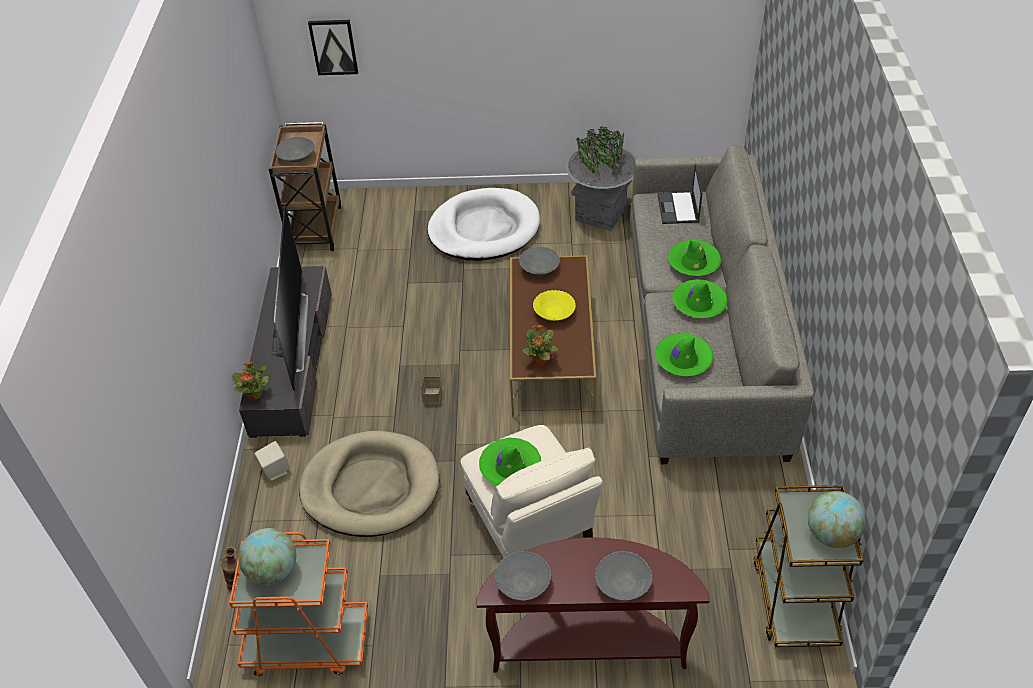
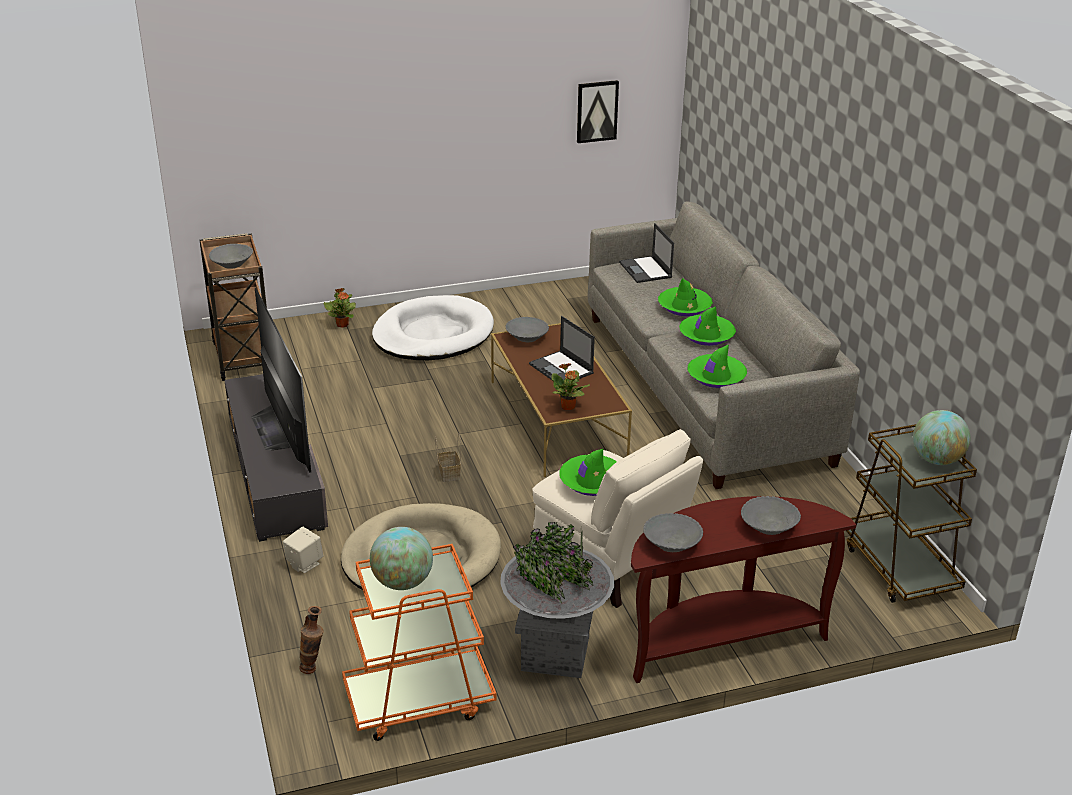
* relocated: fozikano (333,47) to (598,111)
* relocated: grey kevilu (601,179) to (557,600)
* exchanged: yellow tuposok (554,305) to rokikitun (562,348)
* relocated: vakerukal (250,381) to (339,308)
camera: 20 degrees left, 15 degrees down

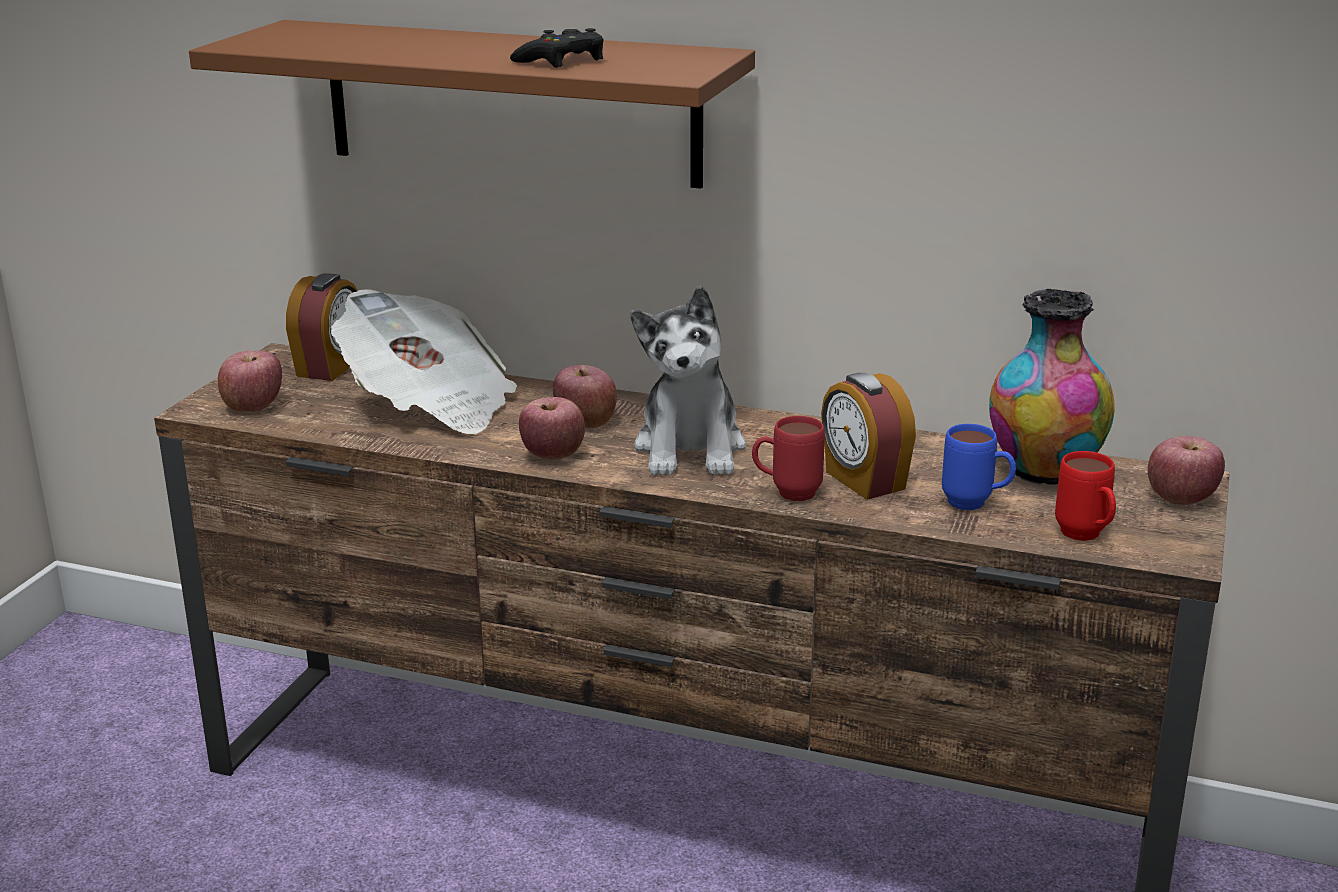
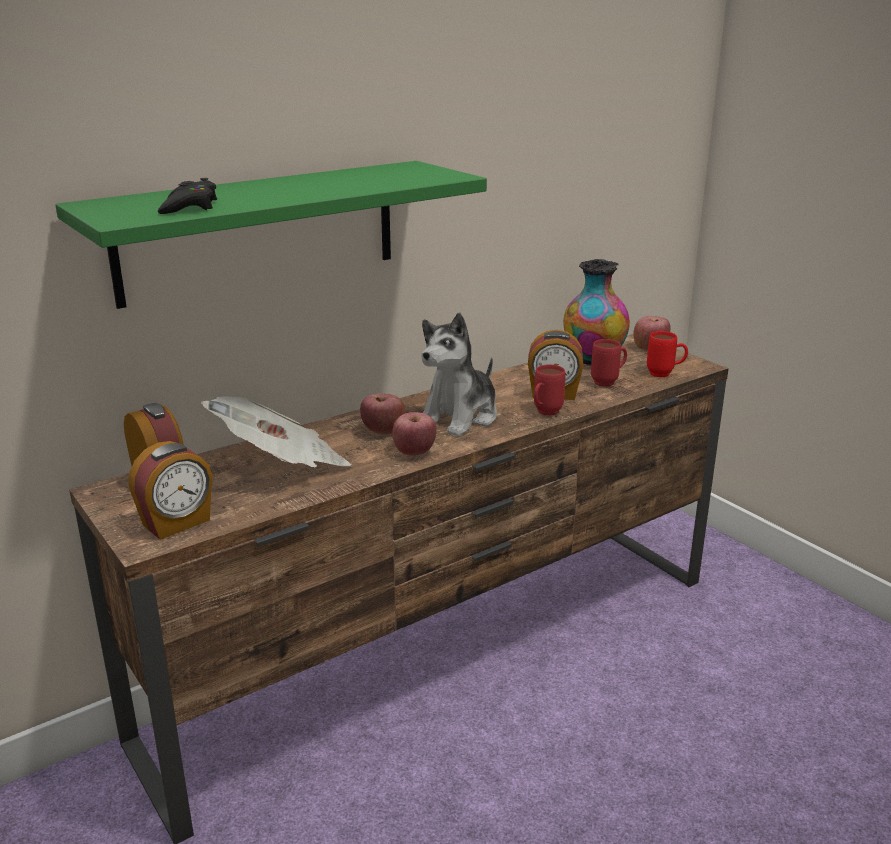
* colour: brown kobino (472,104) to green kobino (271,235)
* relocated: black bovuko (557,48) to (187,196)
* spun: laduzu (688,380) = (459,374) 90 degrees clockwise
* exchanged: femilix (250,381) to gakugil (170,490)
* colour: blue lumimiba (979,467) to red lumimiba (609,363)
camera: 55 degrees left, 0 degrees up

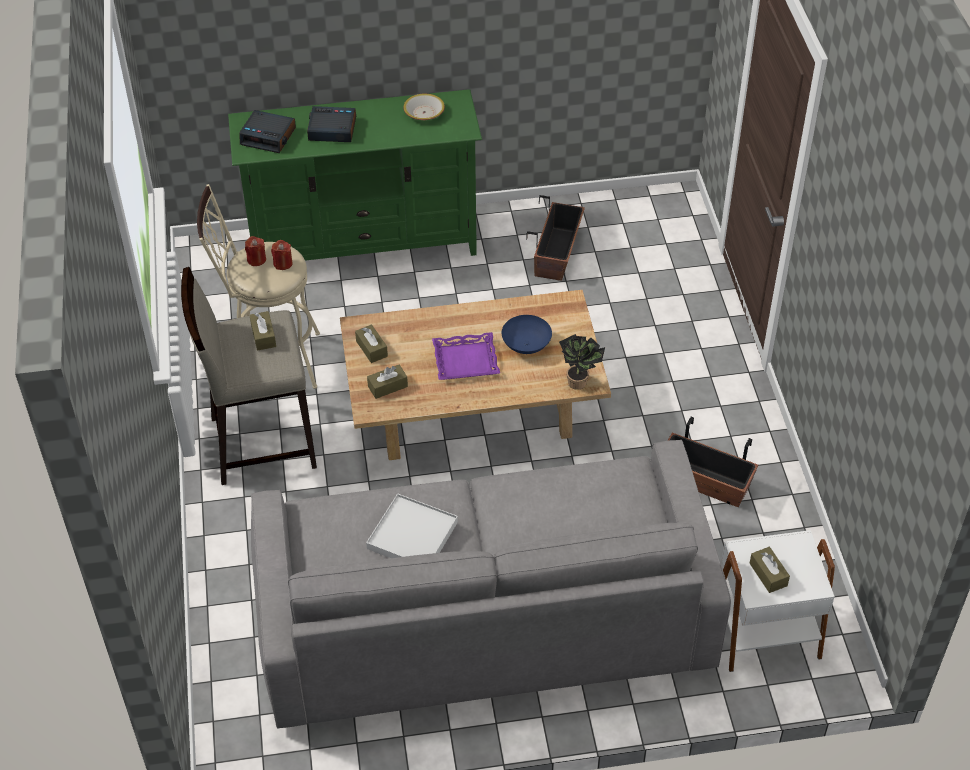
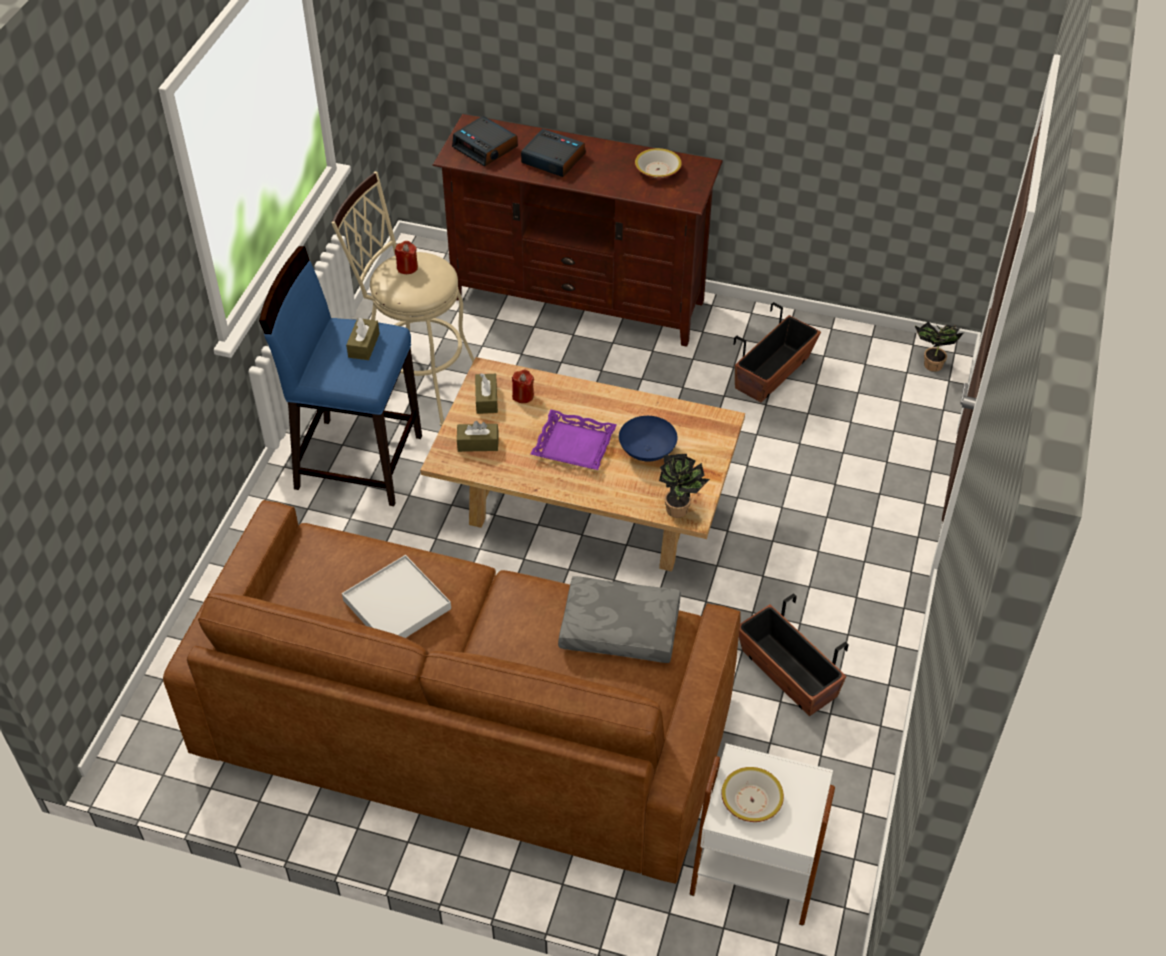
* colour: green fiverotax (355,175) to brown fiverotax (577,230)
* relocated: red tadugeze (282,255) to (523,386)
* colour: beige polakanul (249,376) to blue polakanul (340,376)
* colour: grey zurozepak (491,584) to brown zurozepak (452,692)
* exchanged: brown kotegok (769,570) to tuposok (752,794)
* appeared: vakerukal (939,347)
* appeared: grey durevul (619,619)
camera: 25 degrees right, 0 degrees up

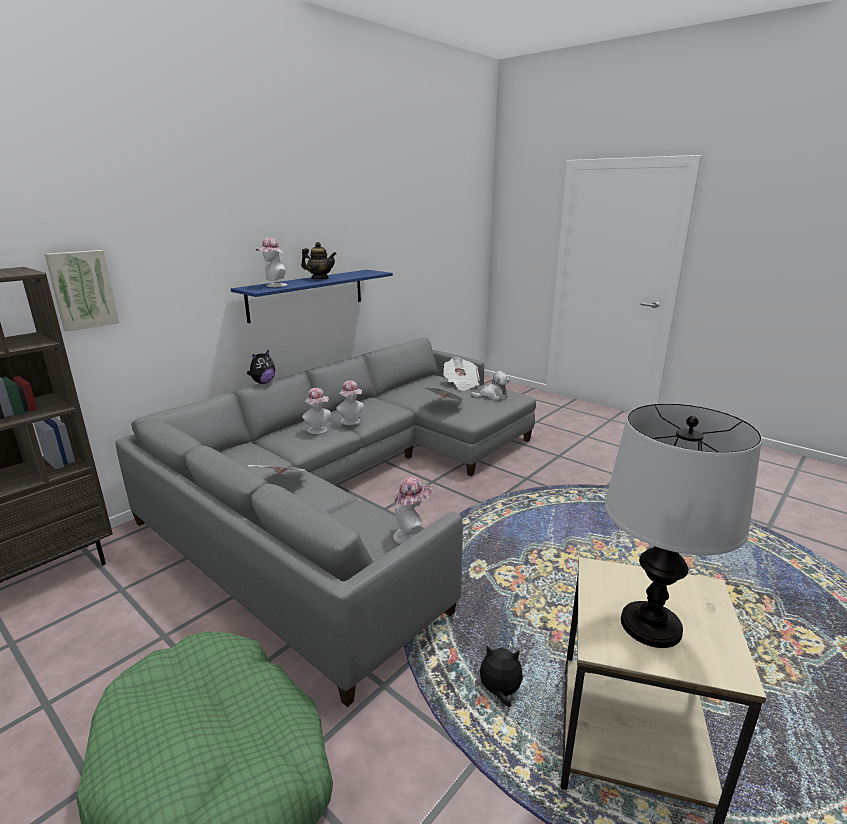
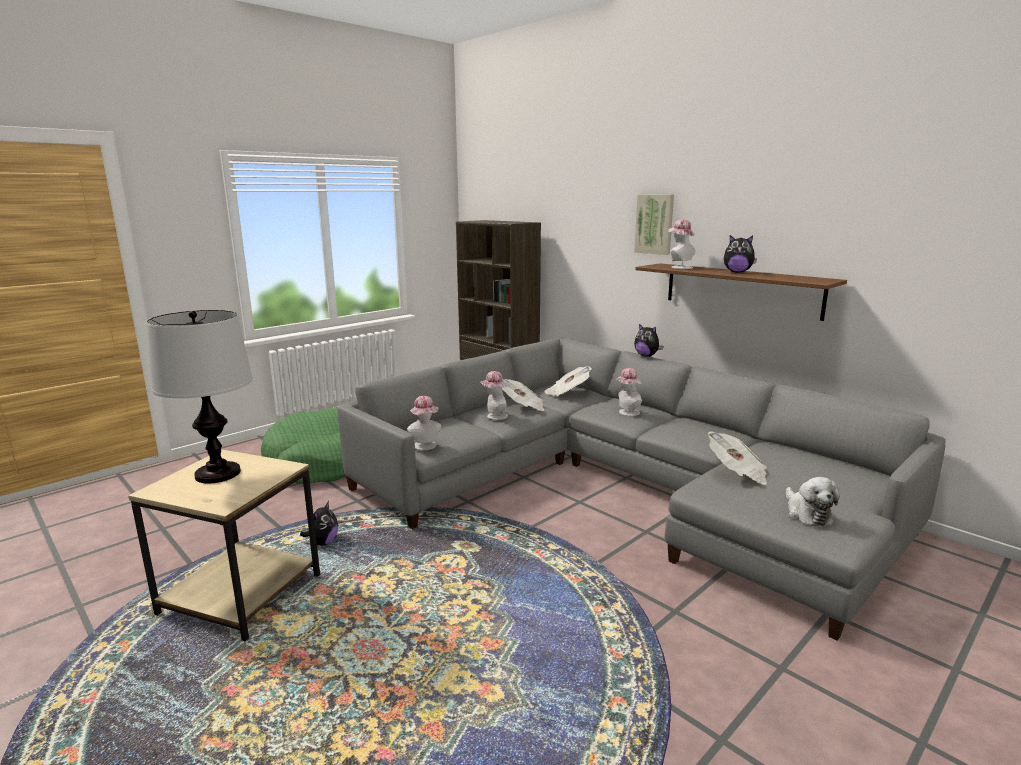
* exchanged: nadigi (318,260) to laduzu (740,254)
* relocated: fozikano (82,291) to (654,225)
* colour: blue kobino (312,296) to brown kobino (741,292)
* relocated: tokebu (461,374) to (568,381)
* relocated: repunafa (350,402) to (494,395)
camera: 95 degrees right, 5 degrees down

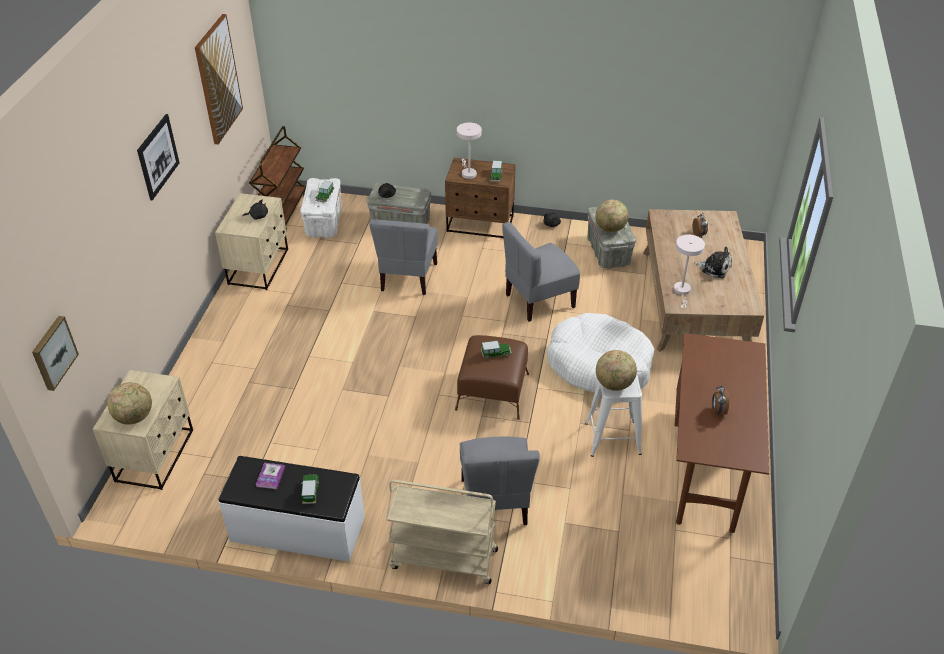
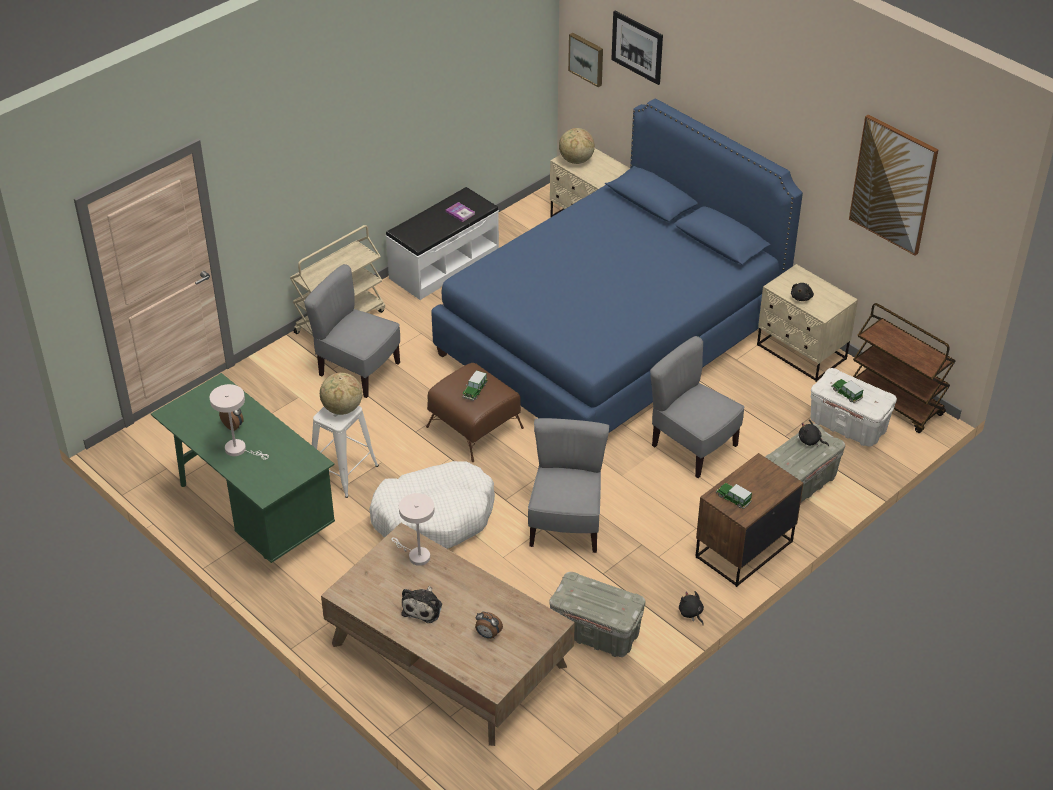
* relocated: fozikano (158,157) to (637,48)
* relocated: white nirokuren (469,150) to (239,422)
* missing: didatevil (611,216)
* spun: laduzu (713,262) = (421,604) 45 degrees counterclockwise
* colour: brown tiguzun (721,433) to green tiguzun (243,468)
* missing: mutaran (310,489)
* appeared: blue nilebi (617,266)
camera: 125 degrees right, 0 degrees up

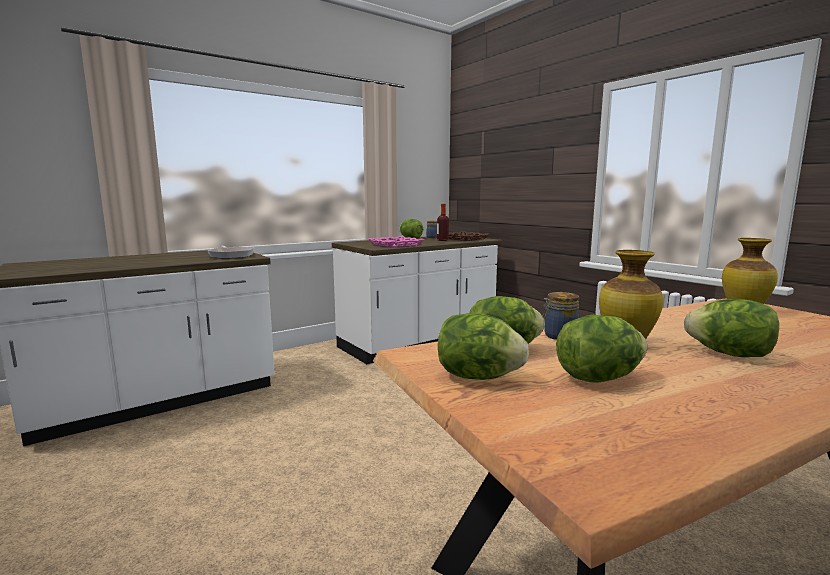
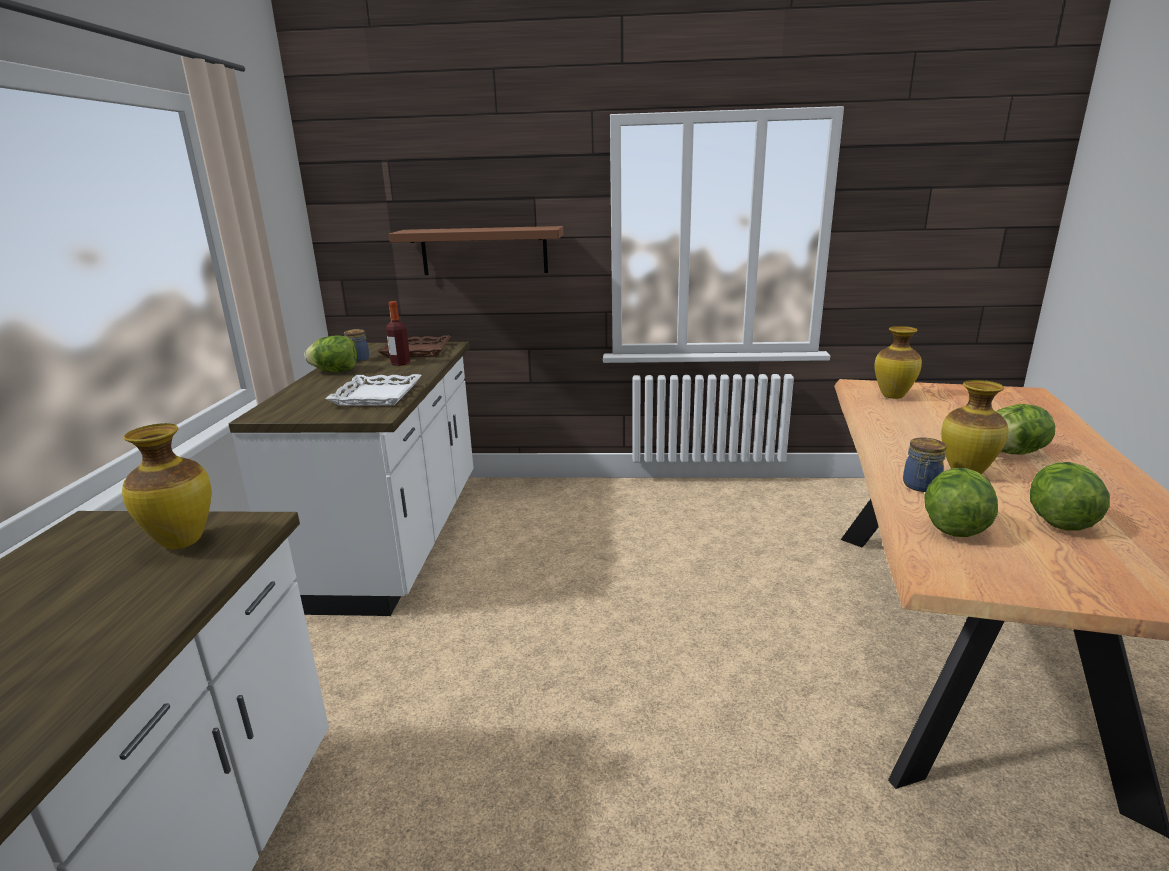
* colour: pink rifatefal (396,241) to white rifatefal (373,390)
* exchanged: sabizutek (231,252) to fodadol (166,486)
* missing: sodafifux (483,346)
* appeared: brown kobino (476,250)
camera: 50 degrees left, 10 degrees up

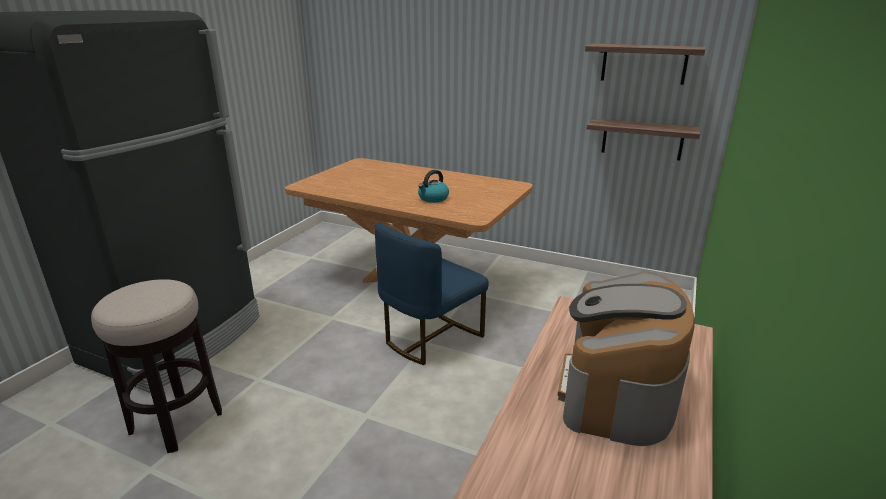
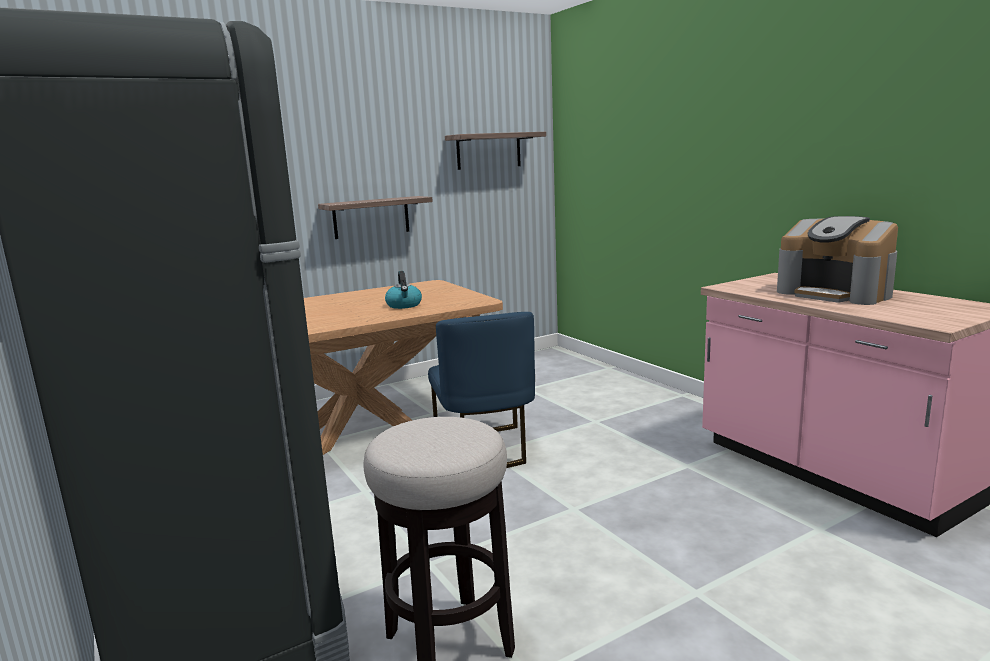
* relocated: kobino (643,139) to (375,217)
camera: 55 degrees left, 10 degrees down

